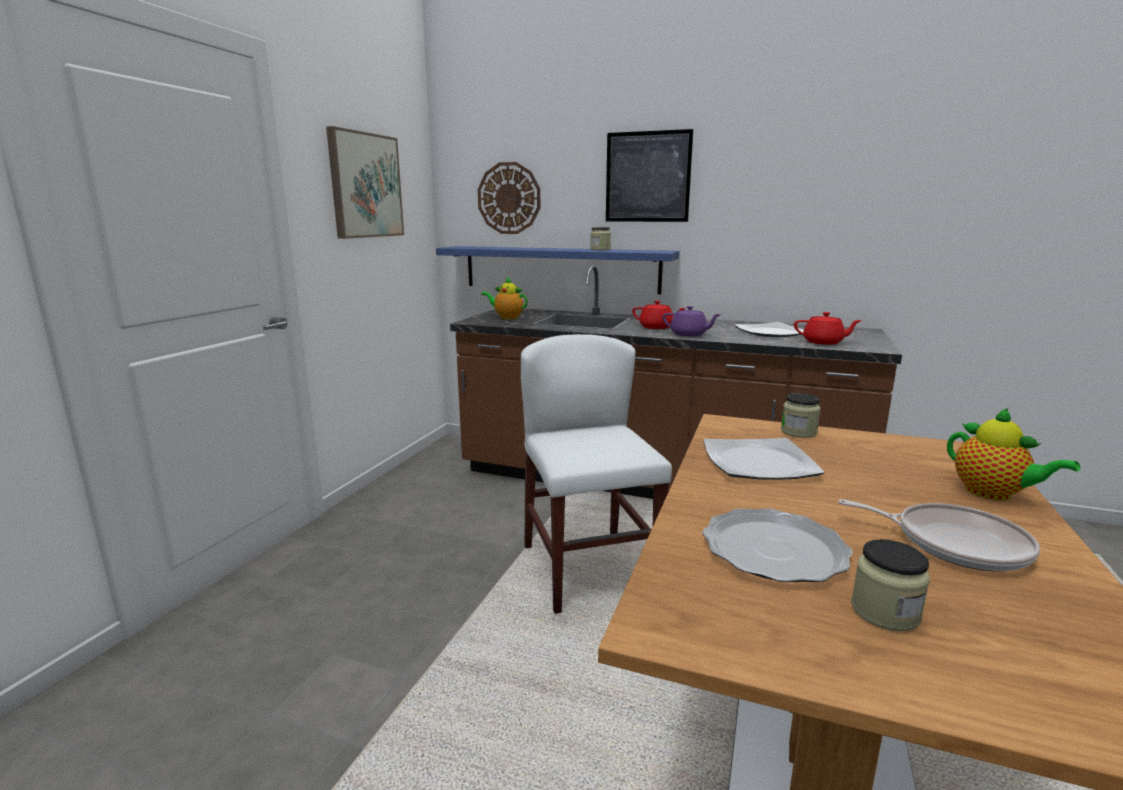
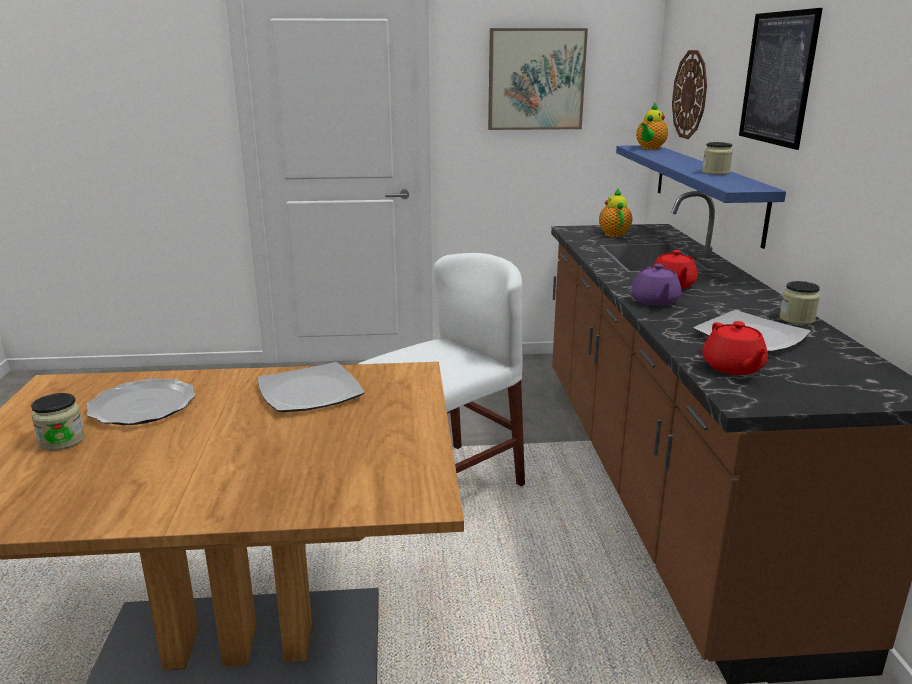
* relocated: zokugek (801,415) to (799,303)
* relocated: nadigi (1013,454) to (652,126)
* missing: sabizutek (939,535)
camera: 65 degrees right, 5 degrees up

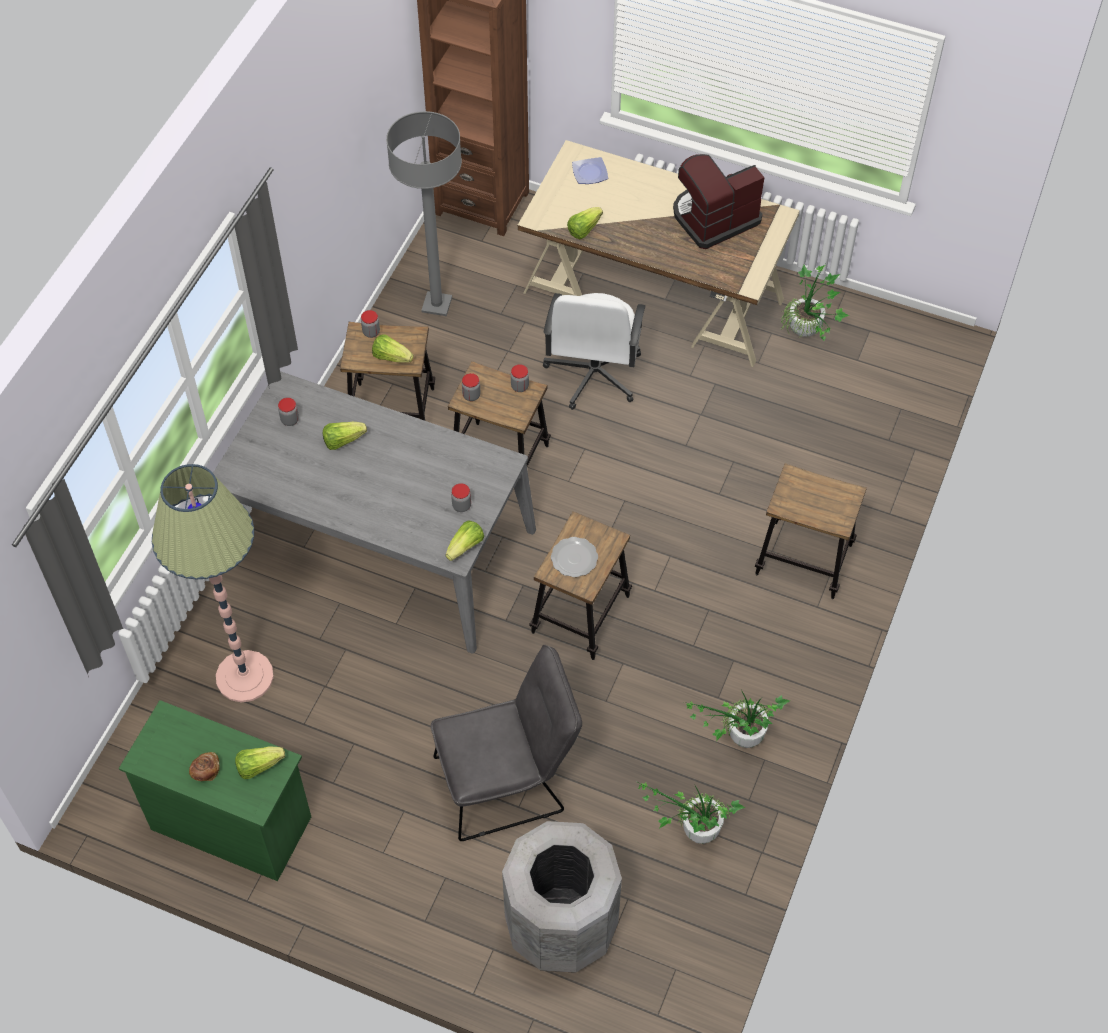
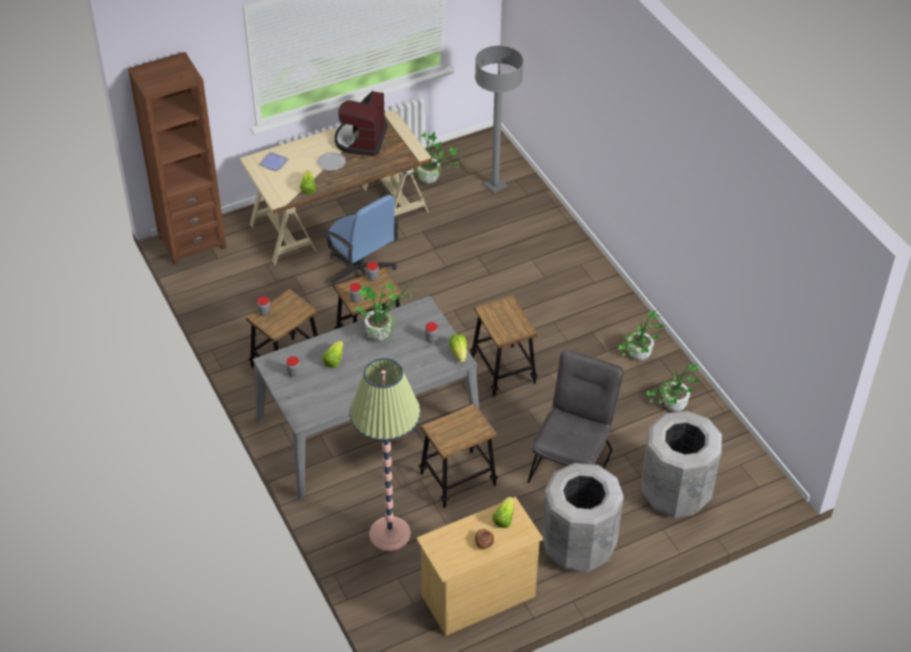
* relocated: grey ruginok (424,213) to (499,119)
* colour: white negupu (594,351) to blue negupu (361,241)
* missing: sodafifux (393,349)
* relocated: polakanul (811,531) to (458,455)
* relocated: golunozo (574,557) to (331,161)
* colour: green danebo (215,790) to beige danebo (479,566)
* appeared: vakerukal (386,311)
* appeared: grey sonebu (582,518)
camera: 50 degrees left, 10 degrees down

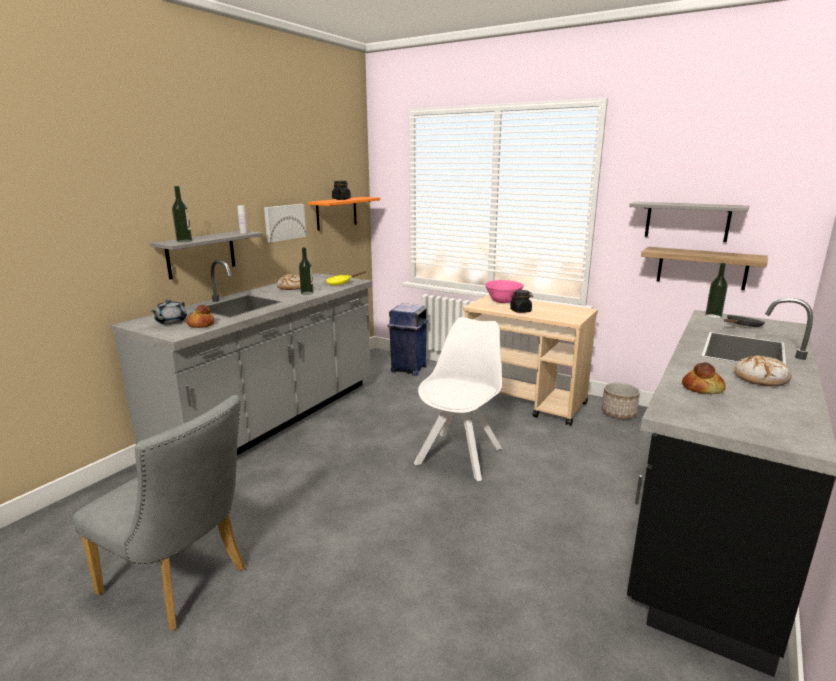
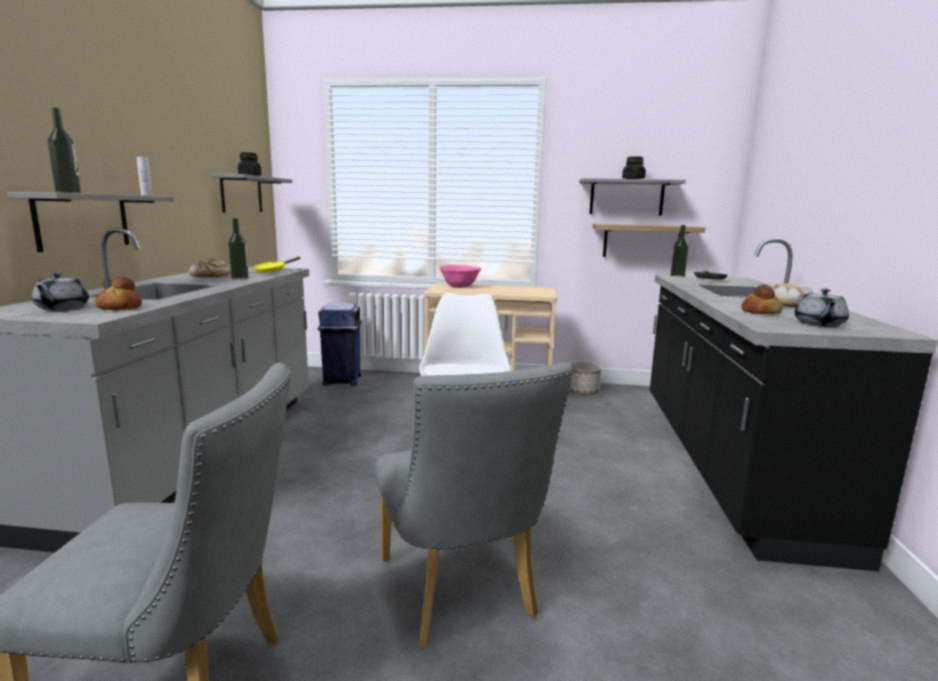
* colour: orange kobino (344,214) to grey kobino (252,193)
* missing: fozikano (285,223)
* relocated: black zokugek (521,301) to (634,167)
* appeared: grey nadigi (822,307)
* appeared: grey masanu (474,505)
camera: 25 degrees left, 5 degrees down

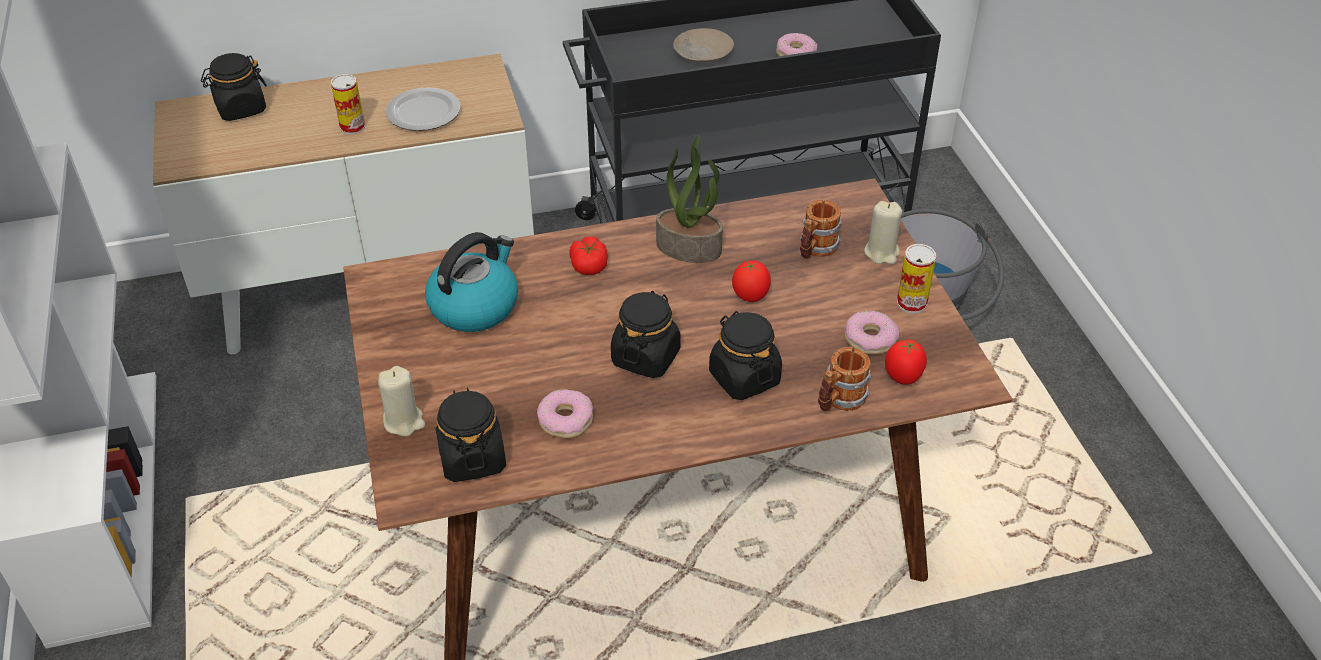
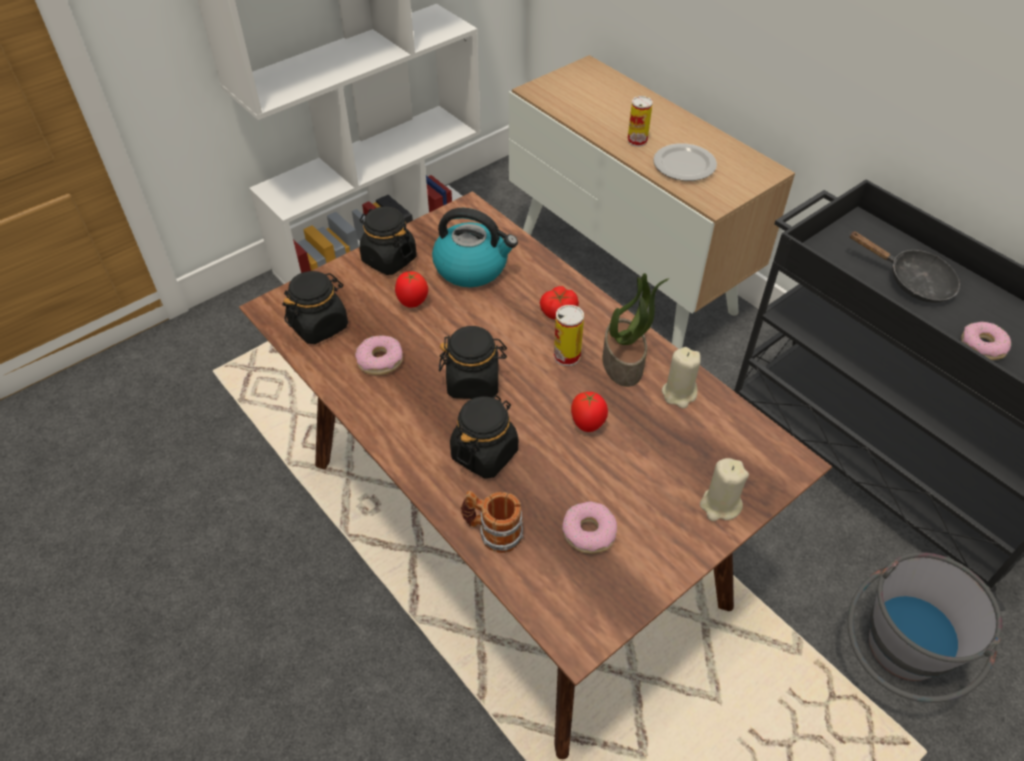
* exchanged: beige golunozo (703,45) to black sabizutek (904,267)
* relocated: black zokugek (234,87) to (388,240)
* missing: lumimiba (821,229)
* relocated: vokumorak (916,279) to (569,335)
* relocated: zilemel (906,362) to (411,289)
* relocated: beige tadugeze (401,401) to (681,378)
camera: 65 degrees right, 5 degrees up

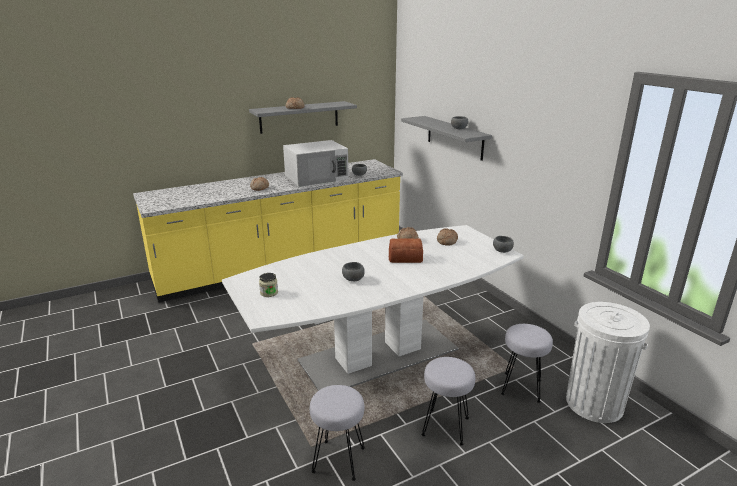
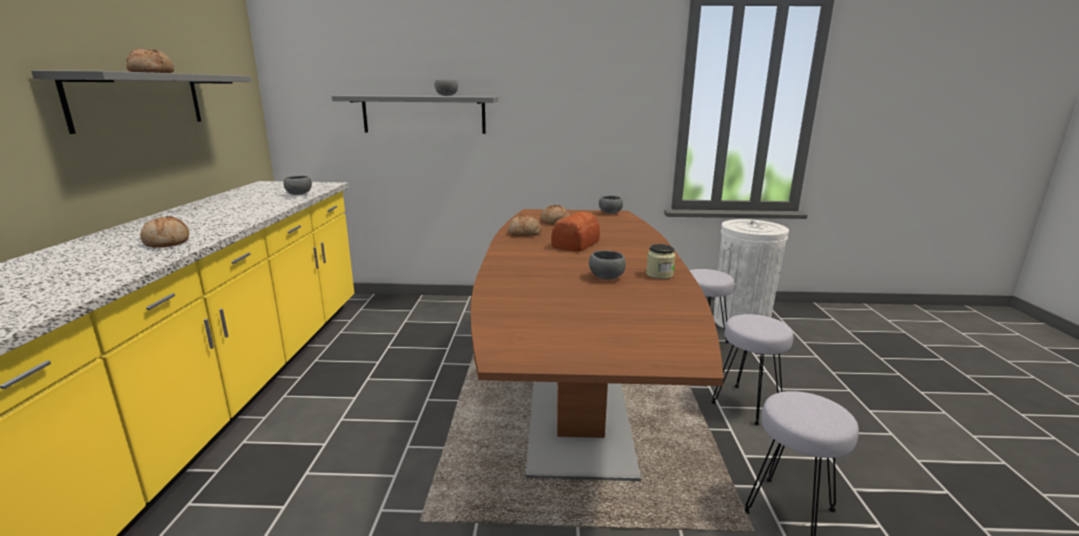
* missing: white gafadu (316,163)
* colour: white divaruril (373,308) to brown divaruril (597,345)
* relocated: zokugek (268,285) to (660,261)
camera: 60 degrees left, 5 degrees down

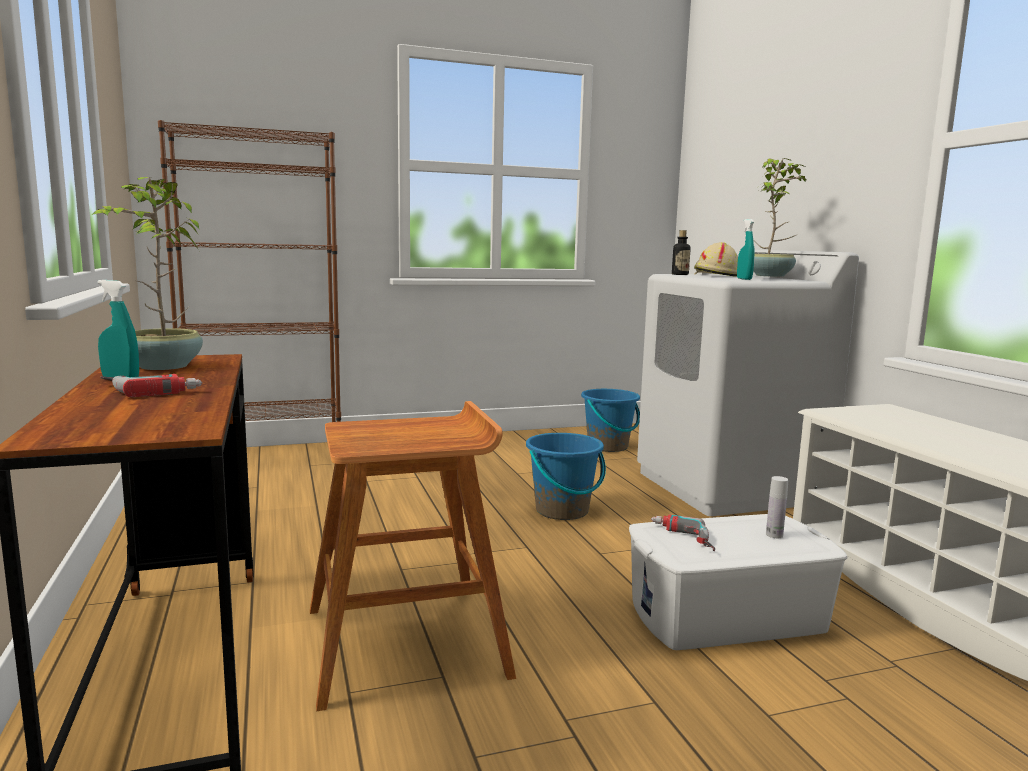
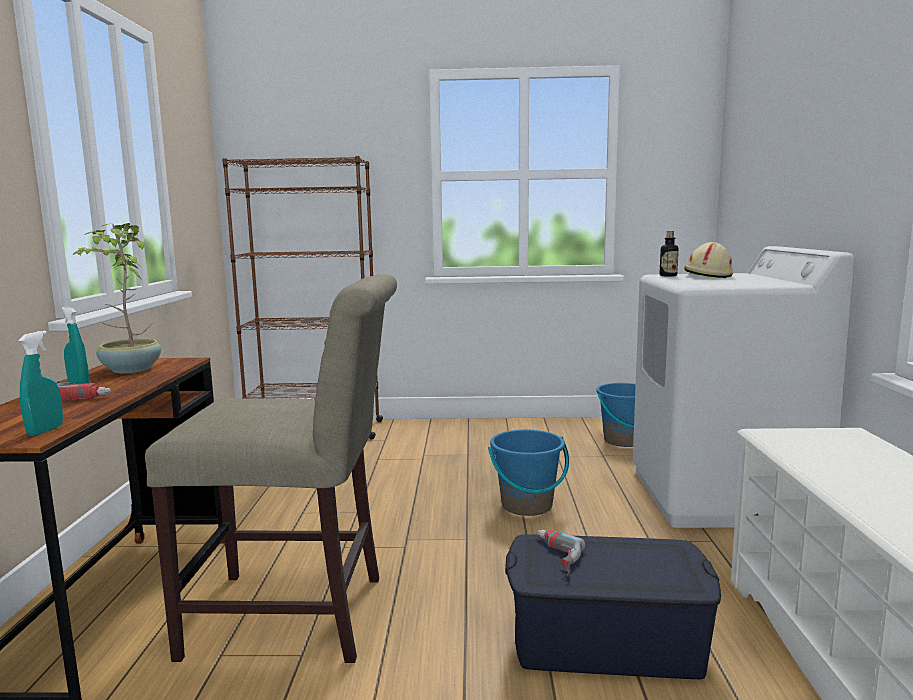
* missing: vakerukal (779,217)
* relocated: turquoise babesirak (746,249) to (40,383)
* exchanged: brown polakanul (413,556) to beige masanu (271,468)
* missing: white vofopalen (777,507)
* colour: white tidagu (738,582) to blue tidagu (613,606)
camera: 20 degrees right, 0 degrees up

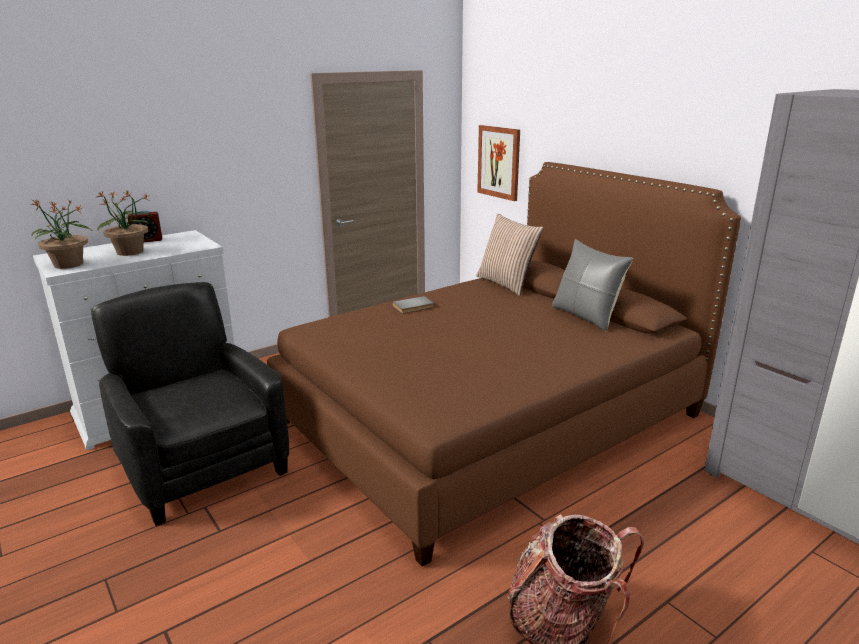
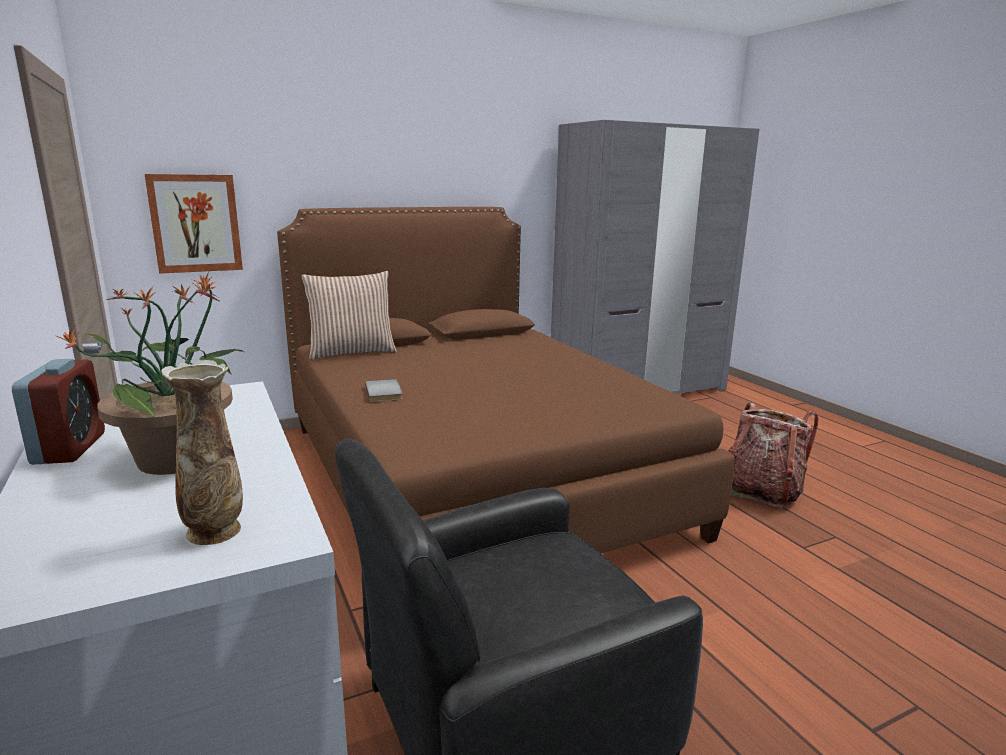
* exchanged: vakerukal (61,234) to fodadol (202,452)
* missing: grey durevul (592,285)
camera: 80 degrees left, 5 degrees down

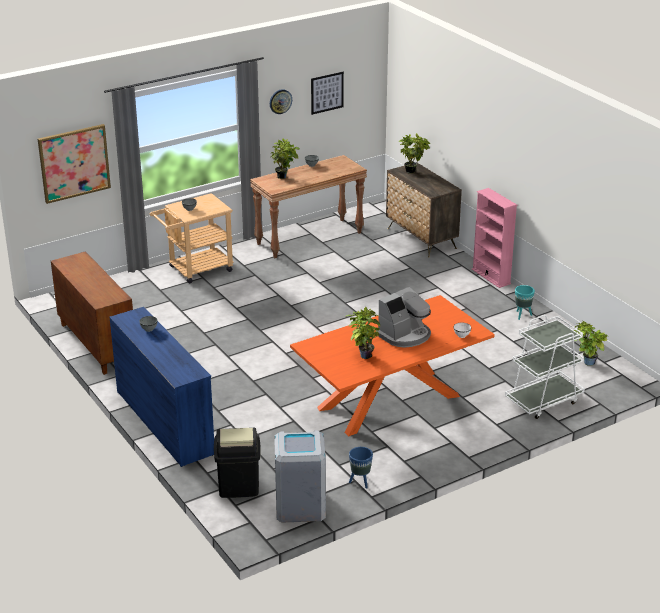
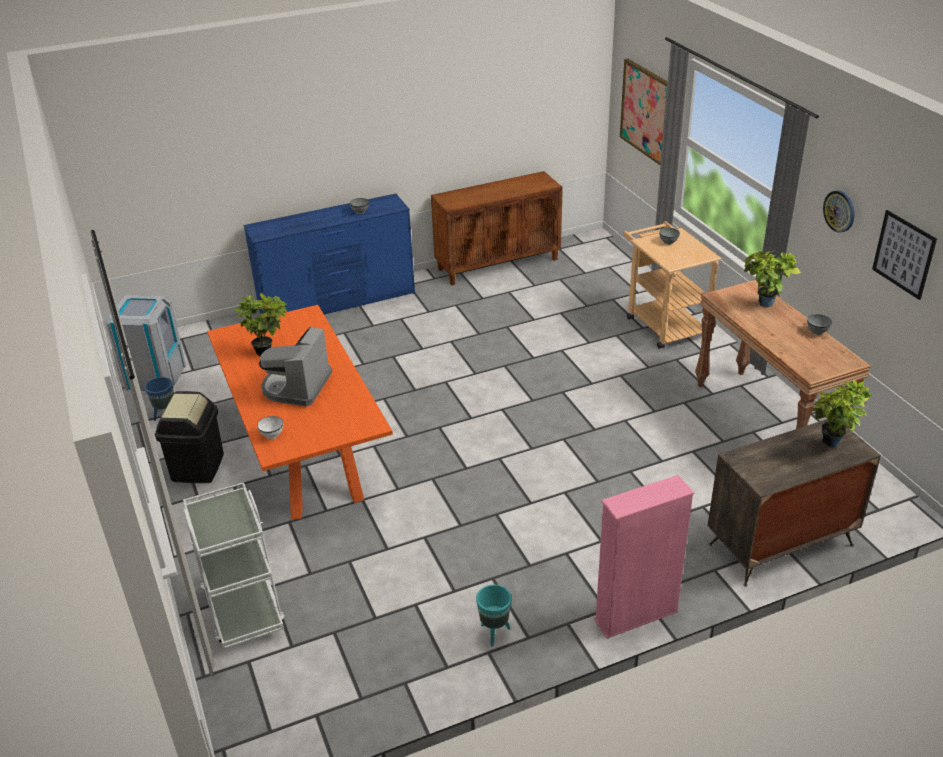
* spun: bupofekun (403,317) = (295,366) 45 degrees clockwise
* missing: vakerukal (591,343)
* relocated: black sonebu (237,462) to (189,437)
camera: 100 degrees right, 5 degrees up

